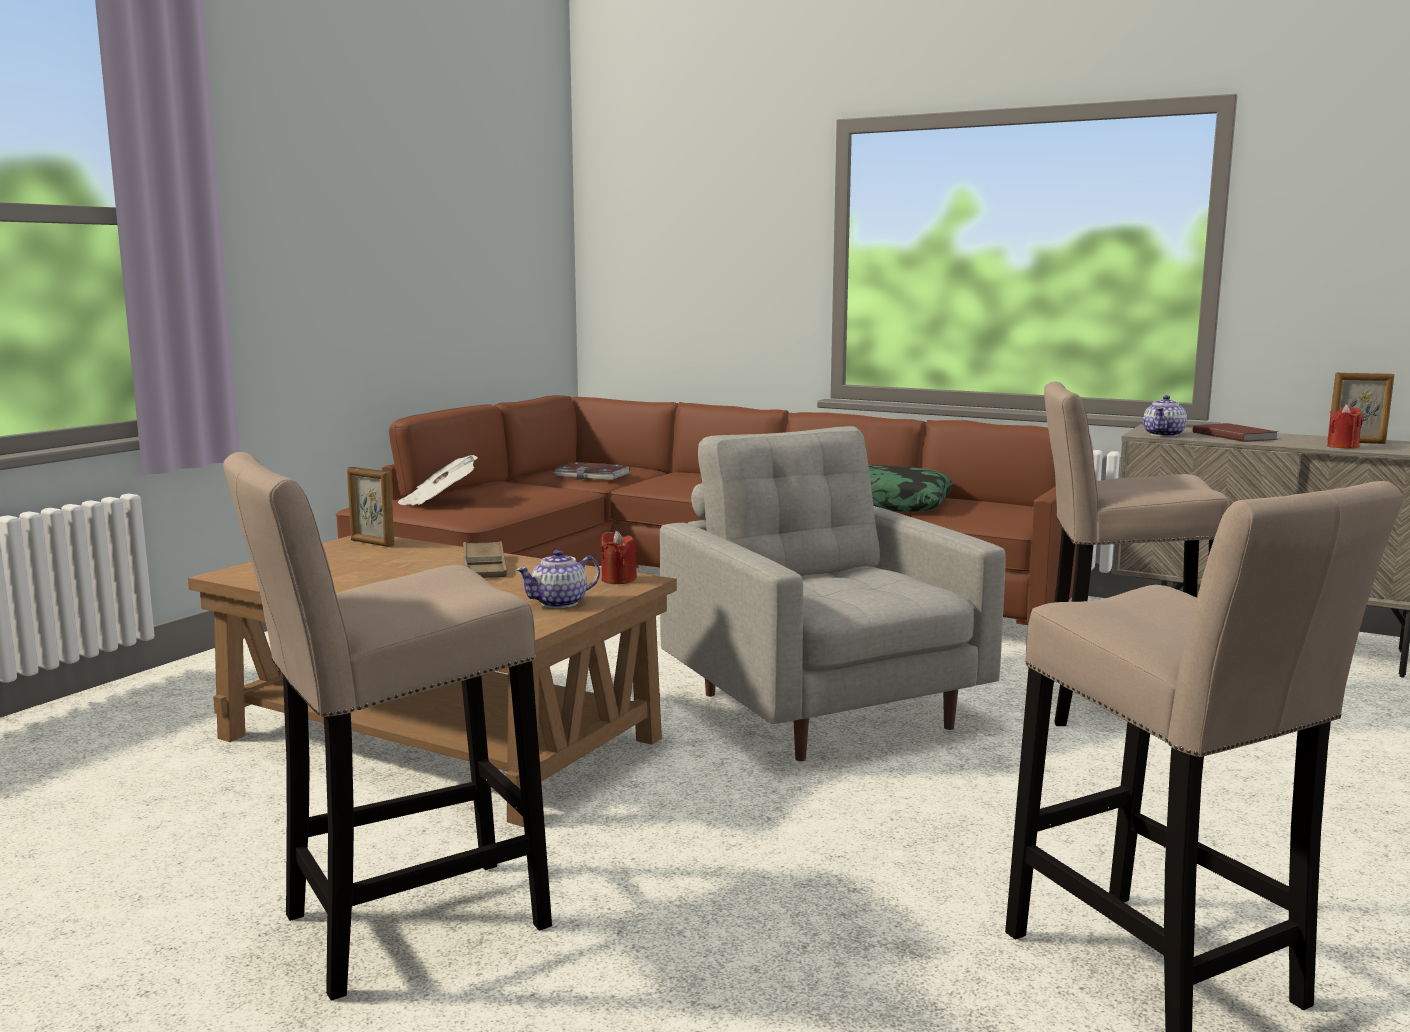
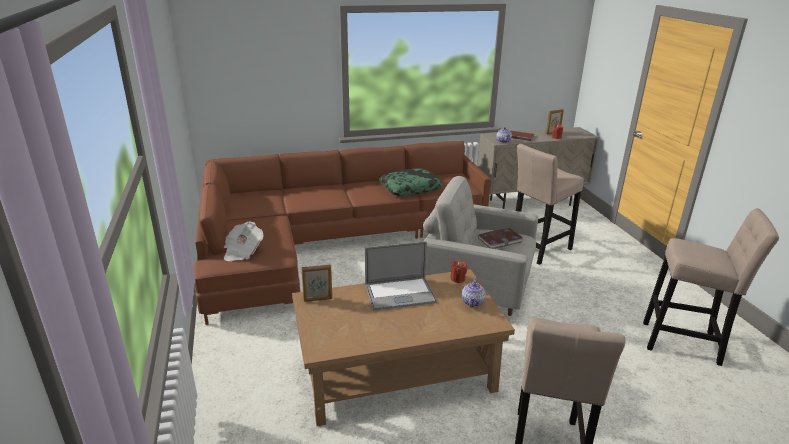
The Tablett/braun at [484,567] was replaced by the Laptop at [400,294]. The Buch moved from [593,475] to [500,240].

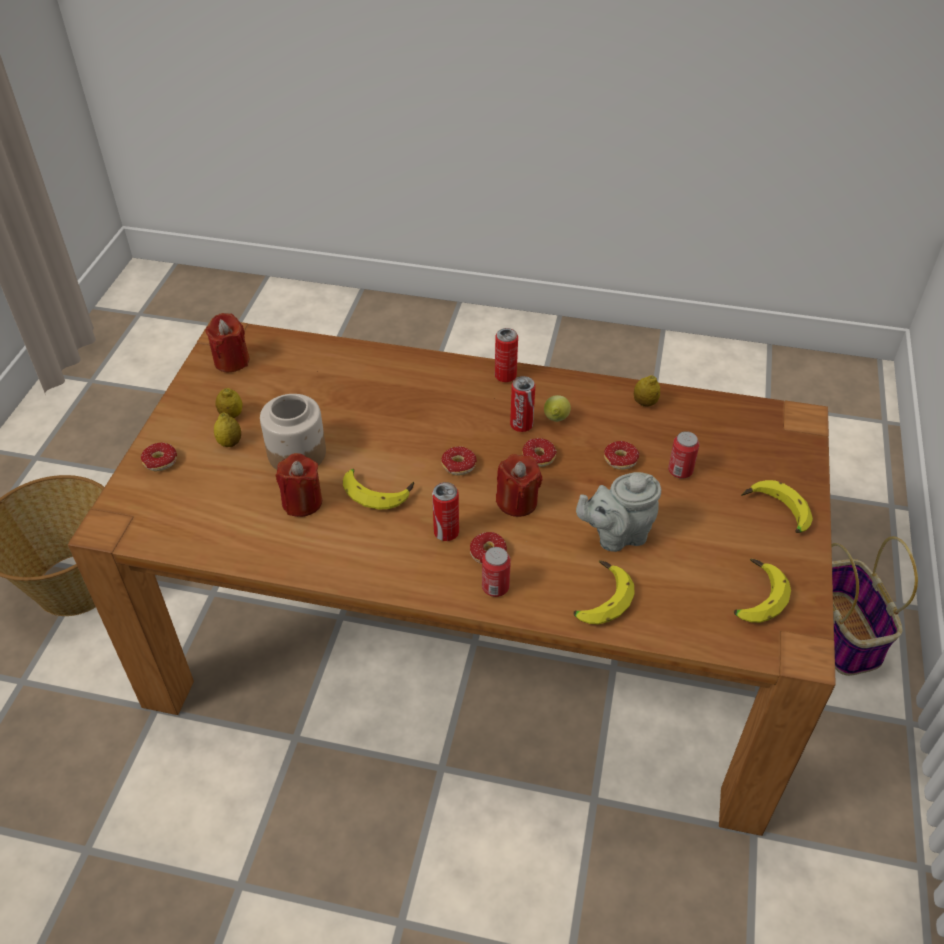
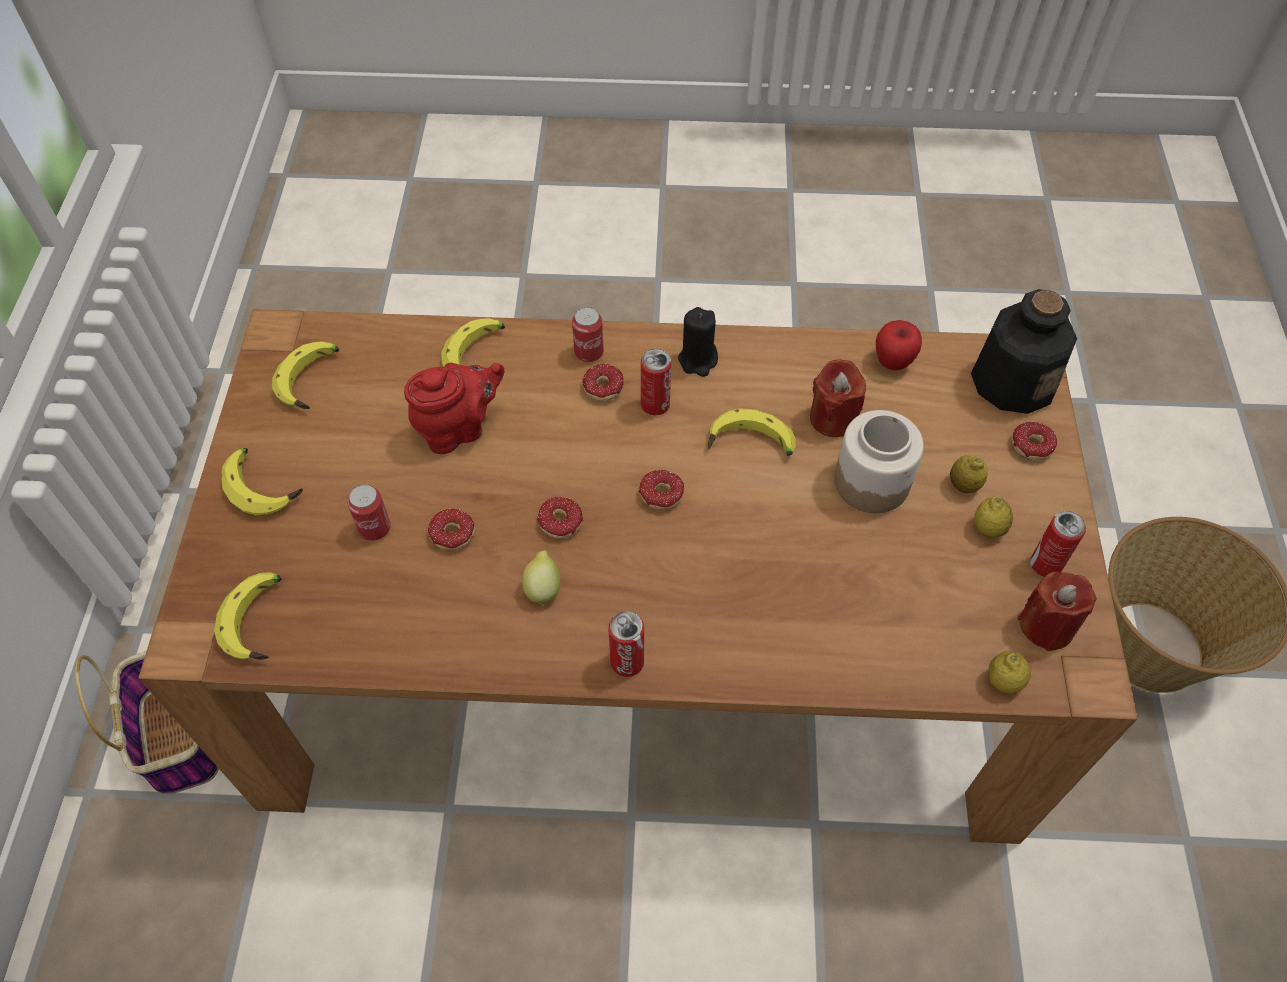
The Kerze/rot at [517,502] disappeared. The Dose moved from [521,425] to [1045,564]. The Teekanne/grau at [616,535] became the Teekanne/rot at [459,429]. The Zitrone moved from [645,403] to [1003,681]. The Banane at [260,621] appeared. The Kerze/schwarz at [698,360] appeared. The Apfel at [893,362] appeared. The Flasche at [1012,381] appeared.

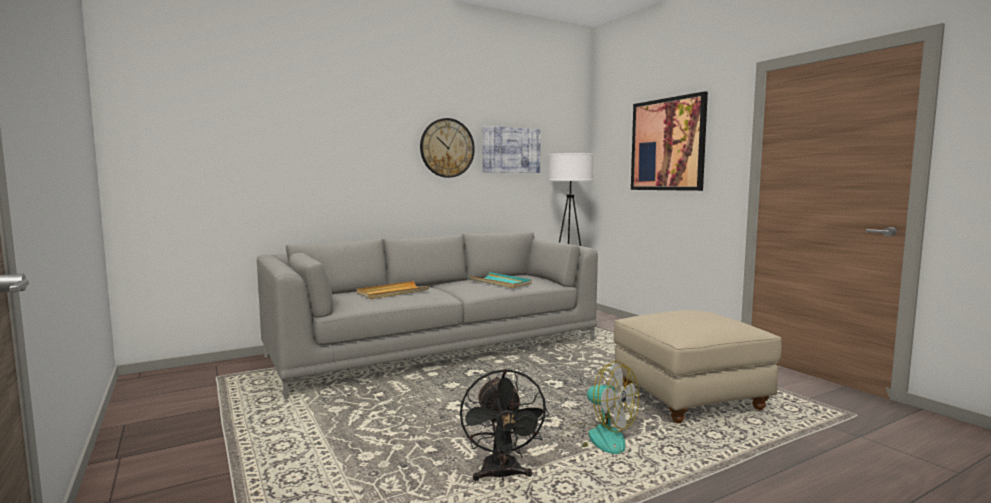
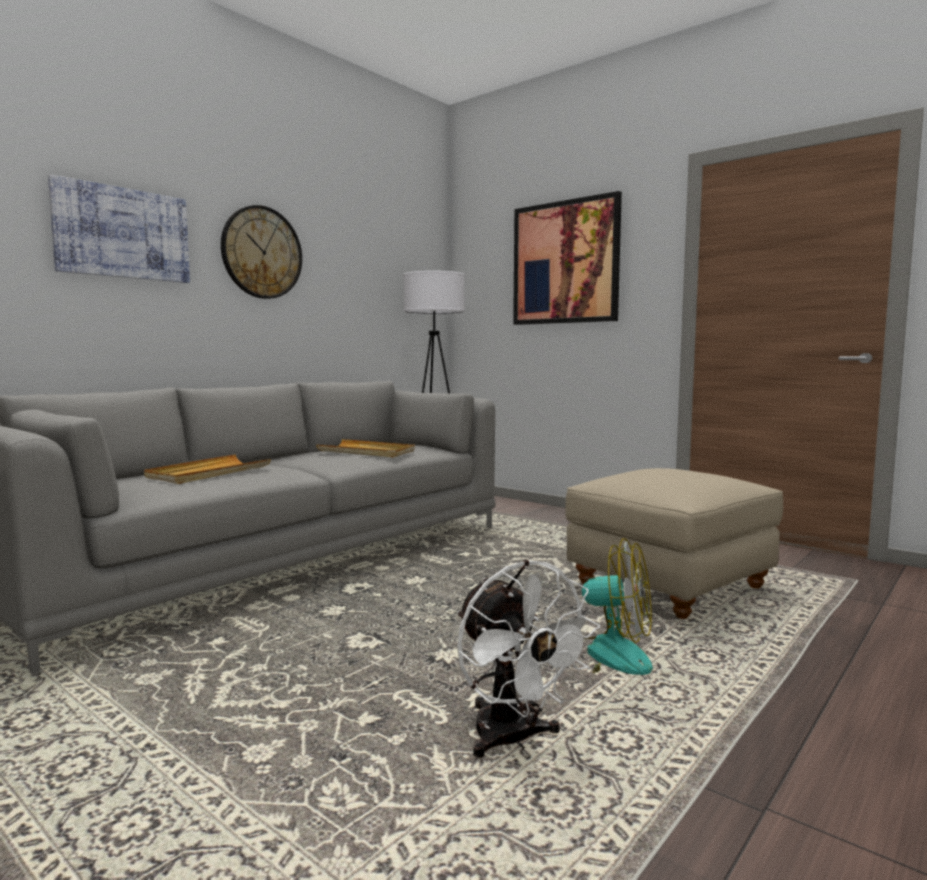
The Ventilator/schwarz at [501,476] became the Ventilator/weiß at [513,740]. The Tablett/türkis at [500,282] became the Tablett/beige at [367,452]. The Bild moved from [511,150] to [123,233].

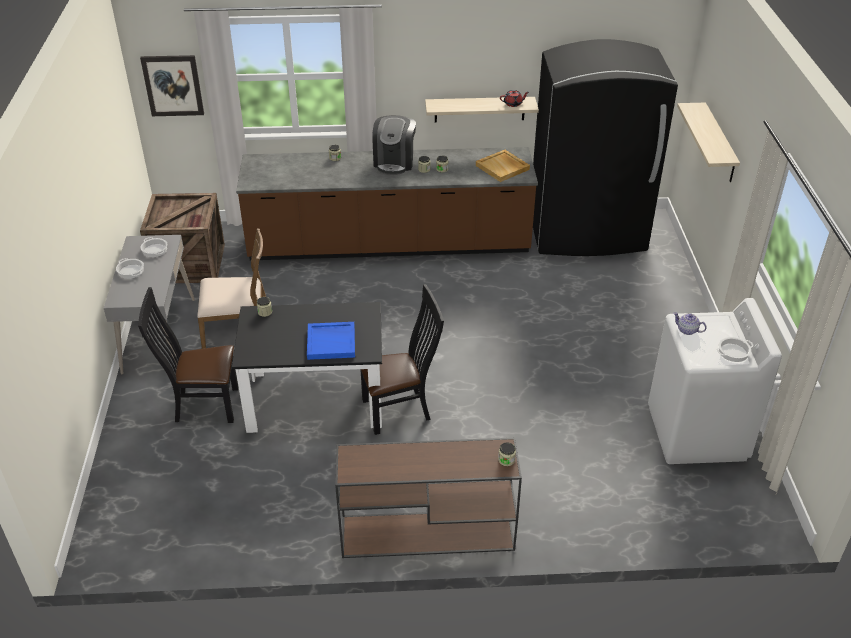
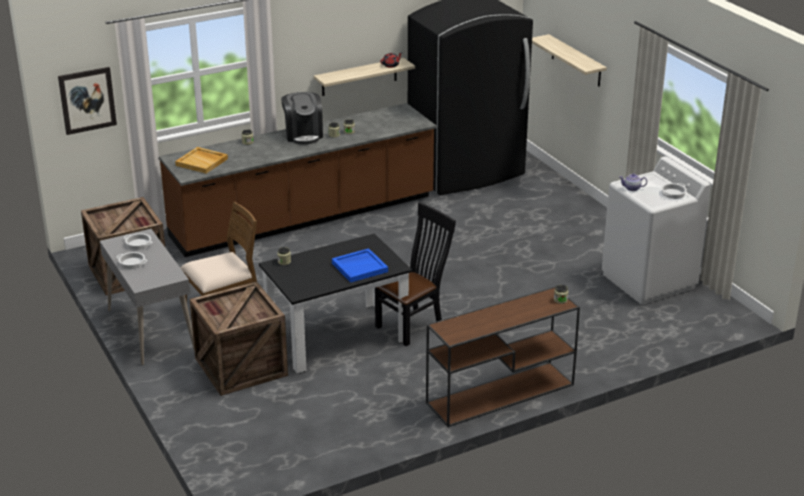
The Stuhl/schwarz at [202,405] was replaced by the Kiste at [239,366]. The Tablett/beige moved from [503,167] to [202,162].

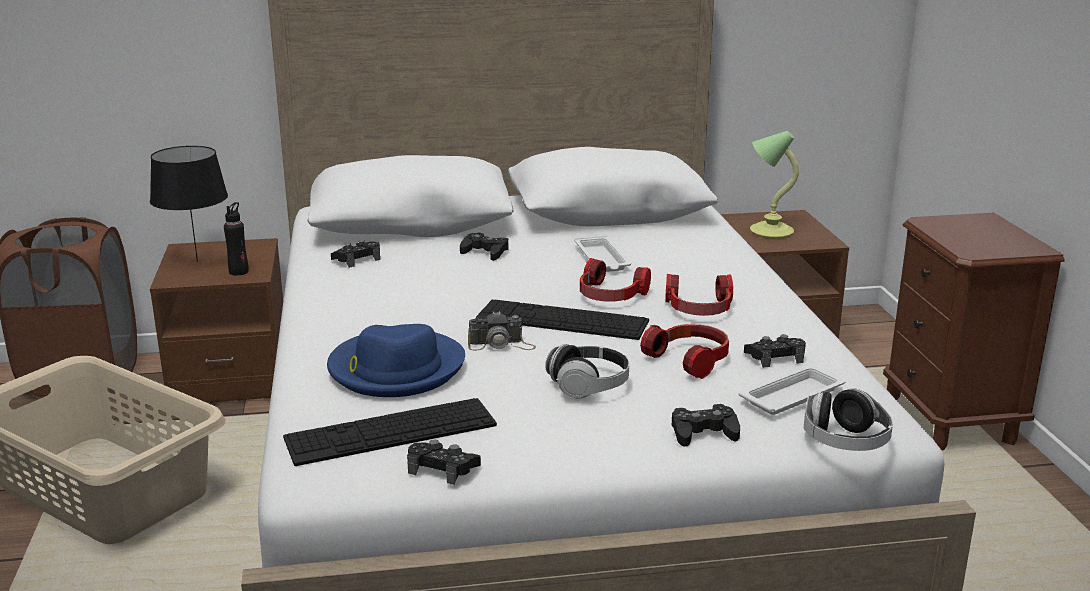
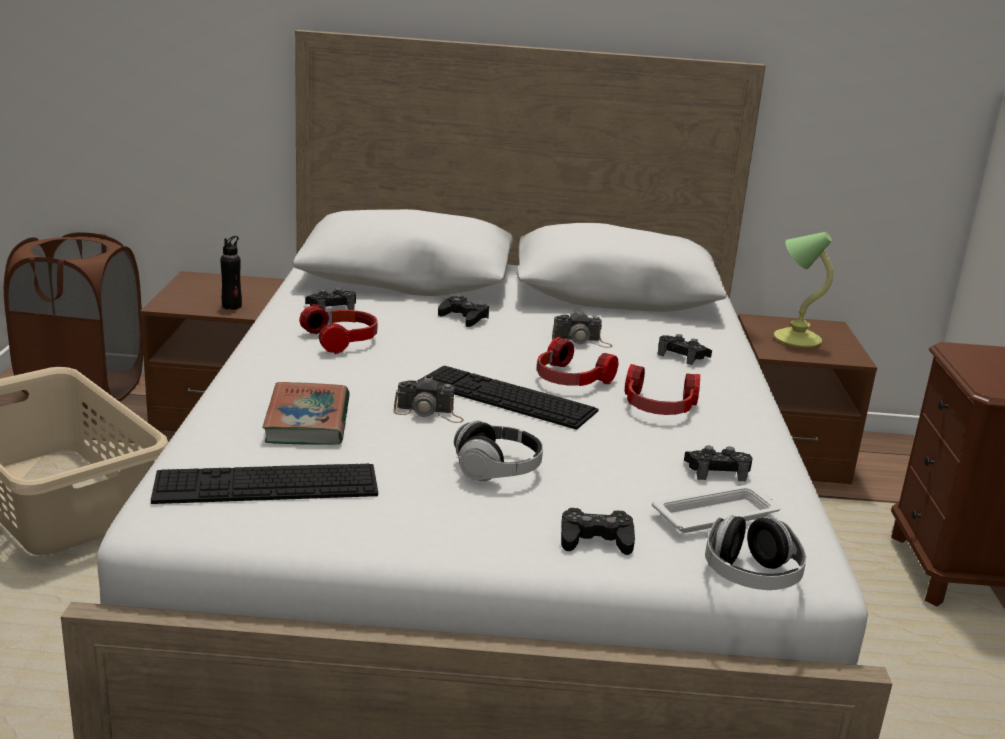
The Tischlampe/schwarz at [198,261] disappeared. The Hut/blau at [395,369] was replaced by the Buch at [308,421]. The Gamepad/schwarz moved from [442,468] to [682,356]. The Tablett/weiß at [602,259] was replaced by the Kamera at [581,341]. The Kopfhörer moved from [690,359] to [342,340].

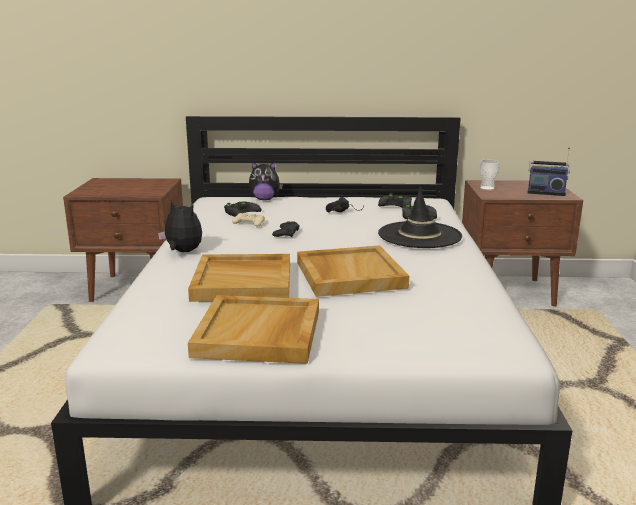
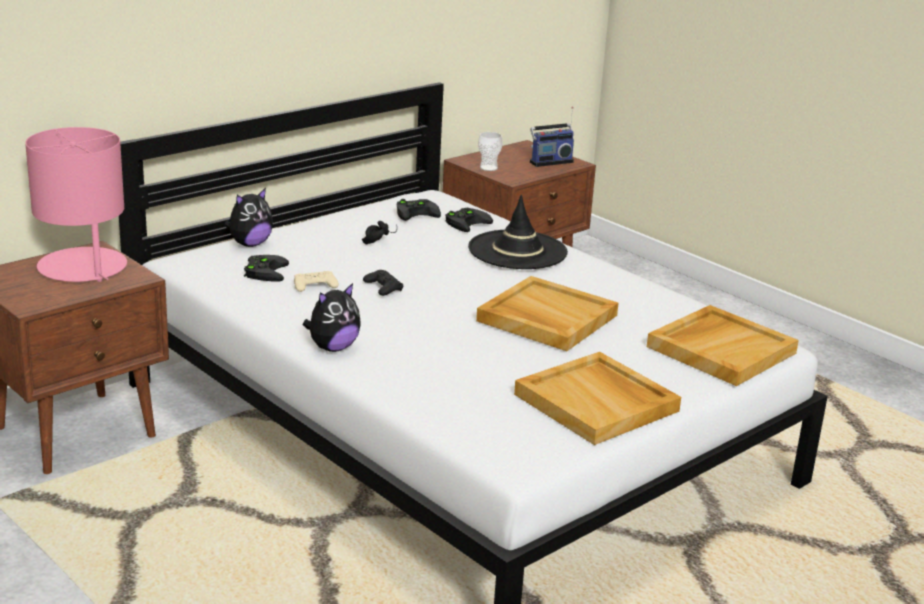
The Plüschtier at [182,252] turned 150 degrees clockwise. The Tablett/beige moved from [244,281] to [721,349]. The Tischlampe/rosa at [83,268] appeared.

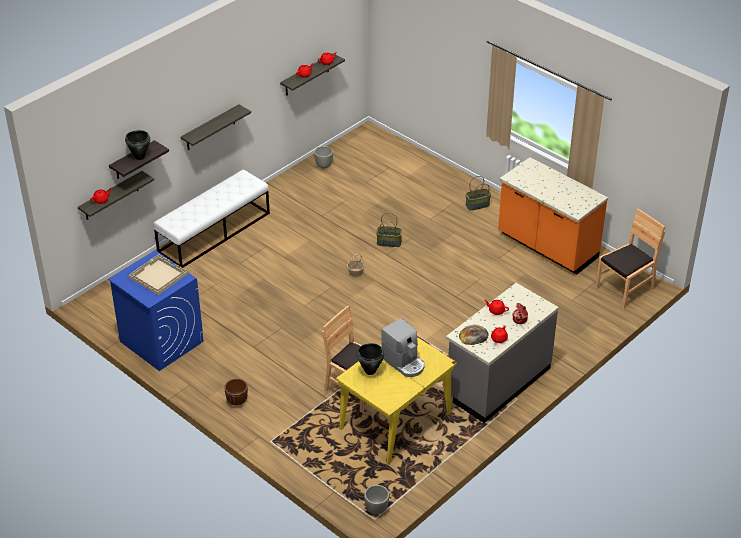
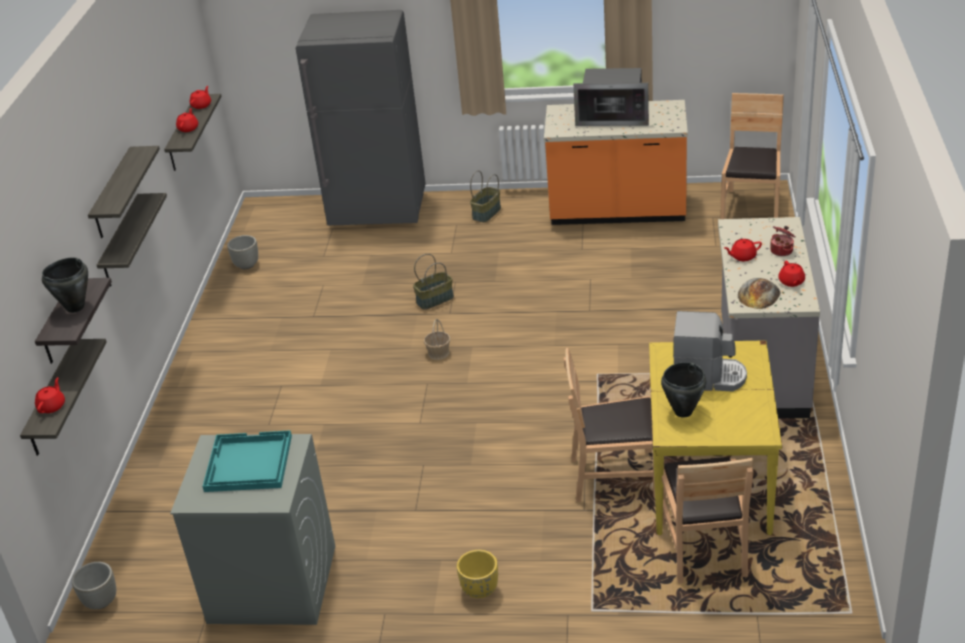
The Waschmaschine/blau at [161,341] became the Waschmaschine/grau at [271,584]. The Tablett/beige at [157,276] became the Tablett/türkis at [247,464]. The Bank/weiß at [214,232] disappeared. The Pflanzkübel/braun at [237,401] became the Pflanzkübel/gelb at [479,591]. The Pflanzkübel/grau moved from [376,509] to [101,601]. The Wandregal at [113,194] appeared. The Kühlschrank/grau at [378,213] appeared. The Mikrowelle at [613,117] appeared. The Stuhl/braun at [704,548] appeared.

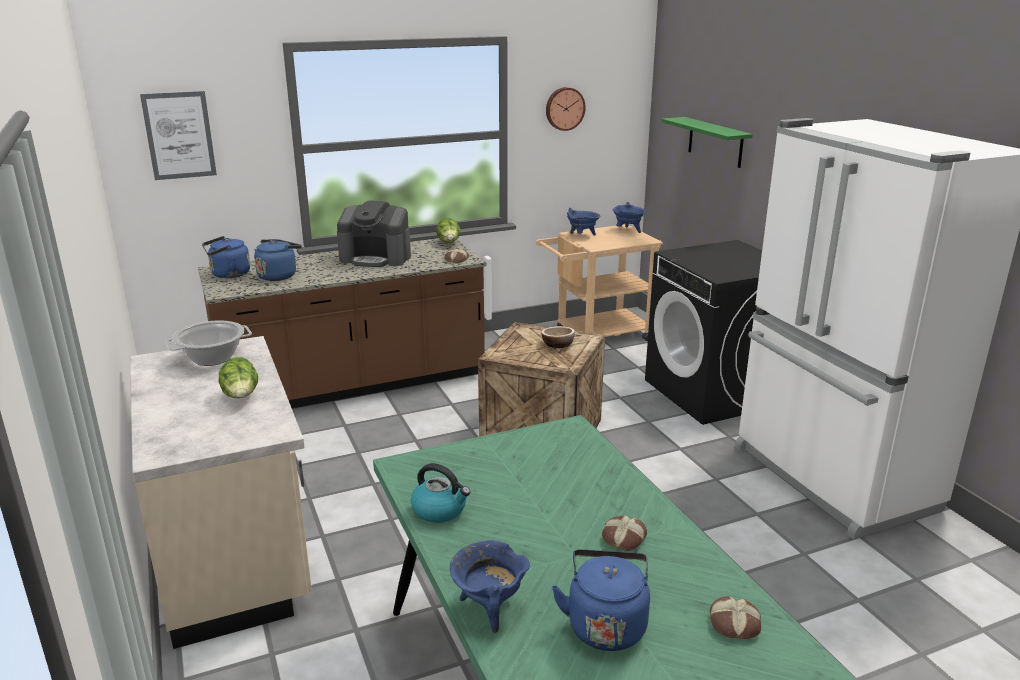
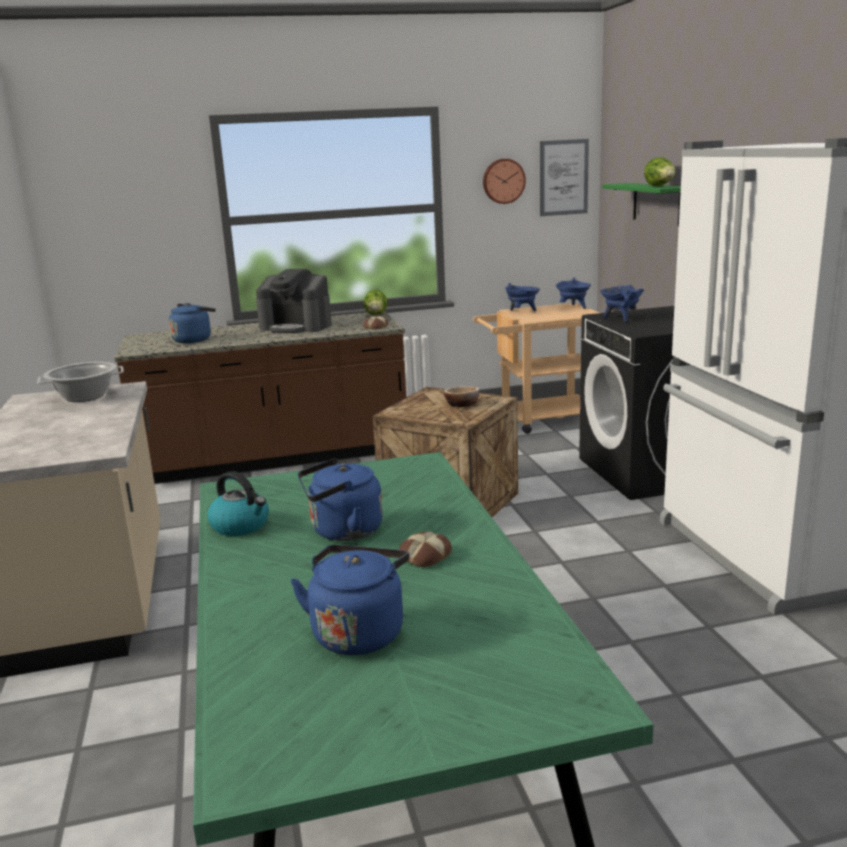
The Bild moved from [179,135] to [563,177]. The Wasserkessel/blau moved from [228,275] to [342,531]. The Salatkopf moved from [241,397] to [660,186]. The Kochtopf/blau moved from [489,608] to [620,318]. The Brot at [734,624] disappeared.

